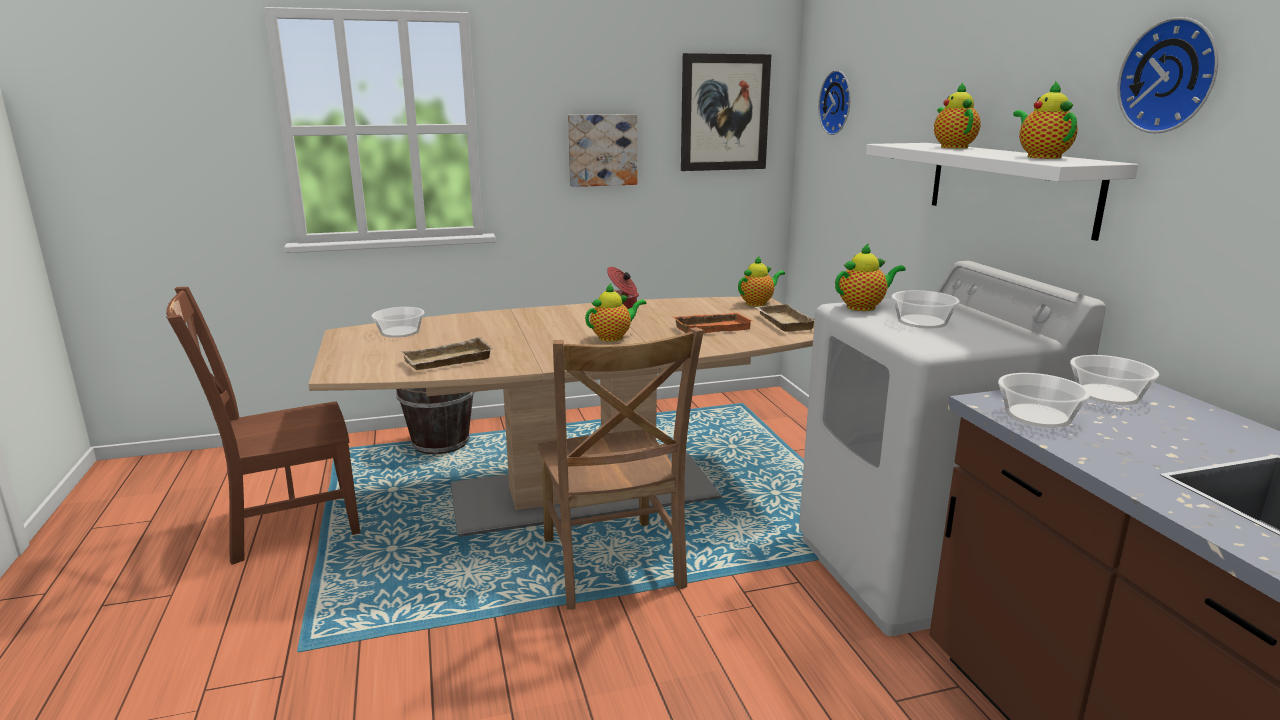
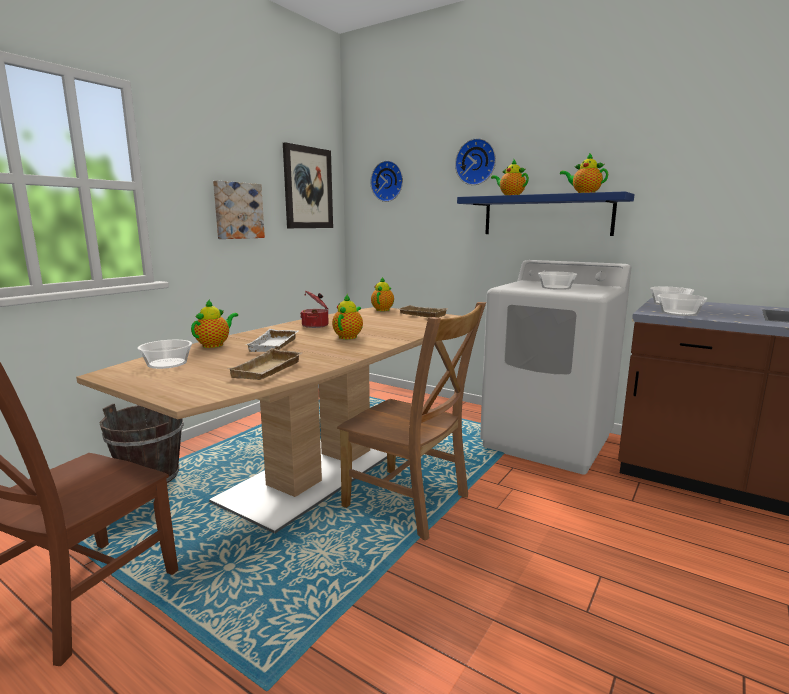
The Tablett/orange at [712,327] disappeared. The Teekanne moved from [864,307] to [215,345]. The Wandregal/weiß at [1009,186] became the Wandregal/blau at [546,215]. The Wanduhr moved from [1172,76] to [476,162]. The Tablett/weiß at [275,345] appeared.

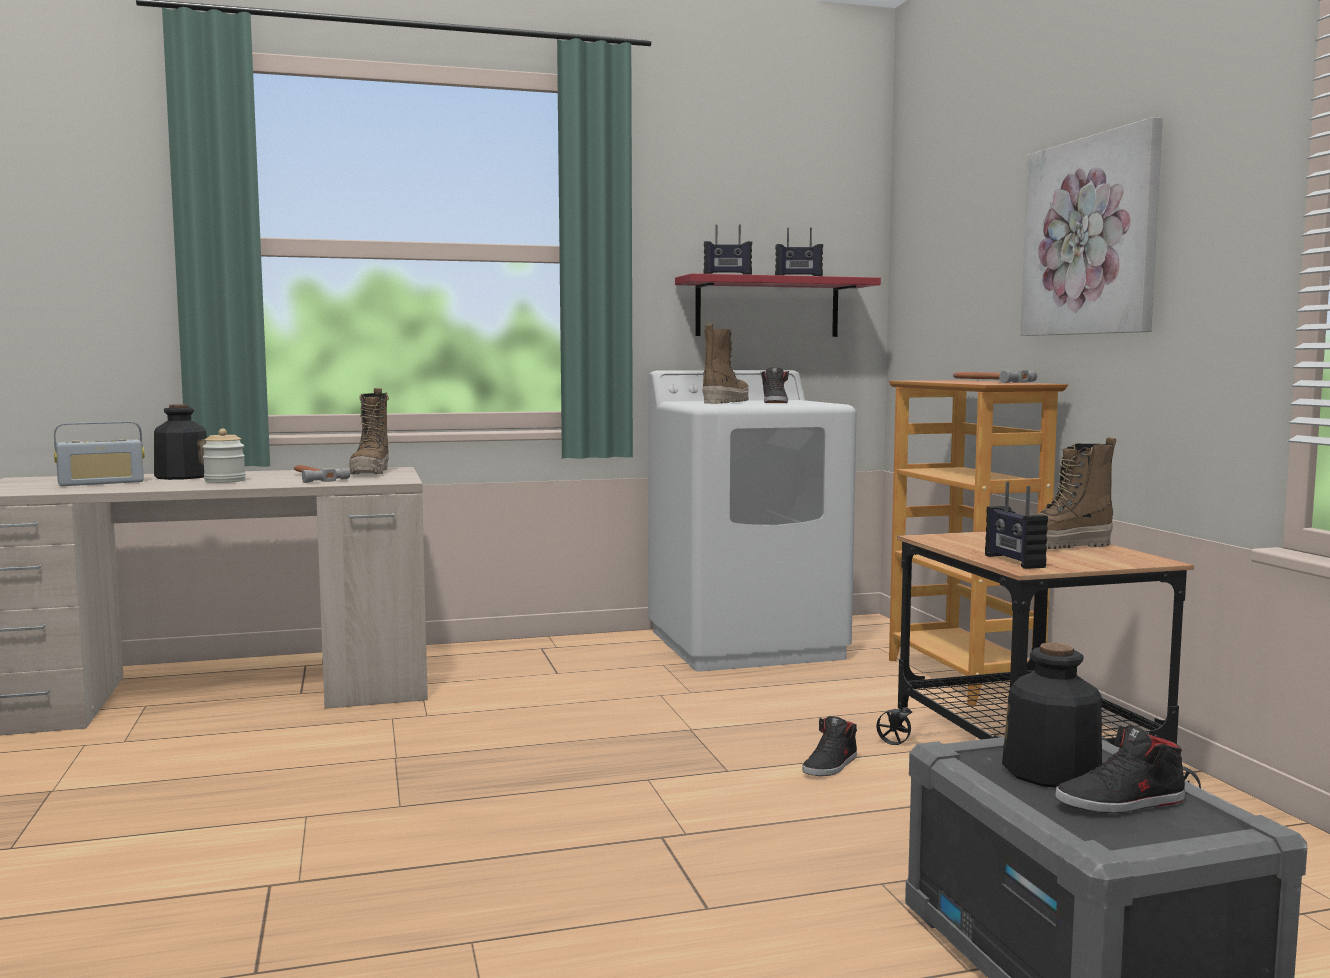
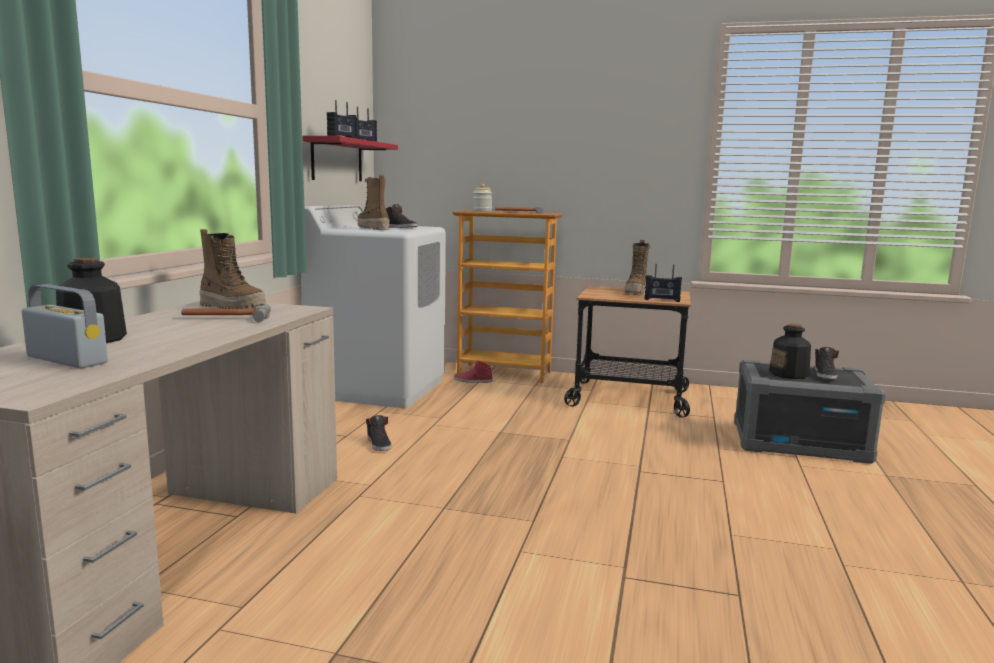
The Radio at [101,483] turned 60 degrees counterclockwise. The Vorratsglas moved from [225,481] to [482,211]. The Schuh/schwarz moved from [831,766] to [379,444]. The Bild at [1091,237] disappeared. The Schuh/rot at [473,380] appeared.

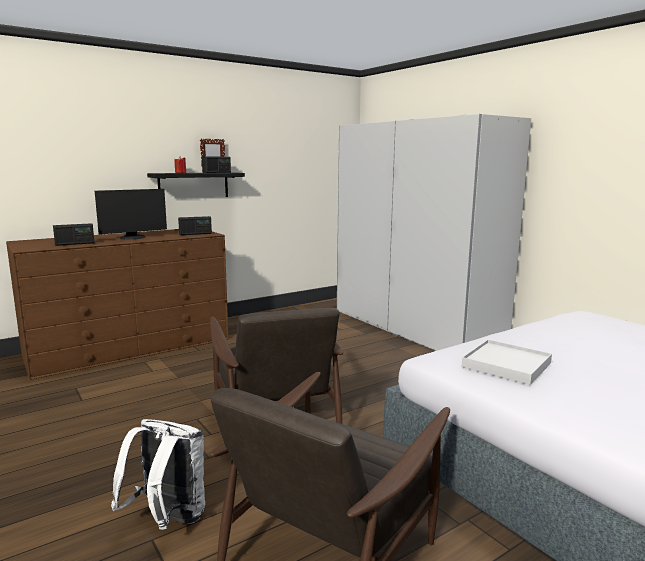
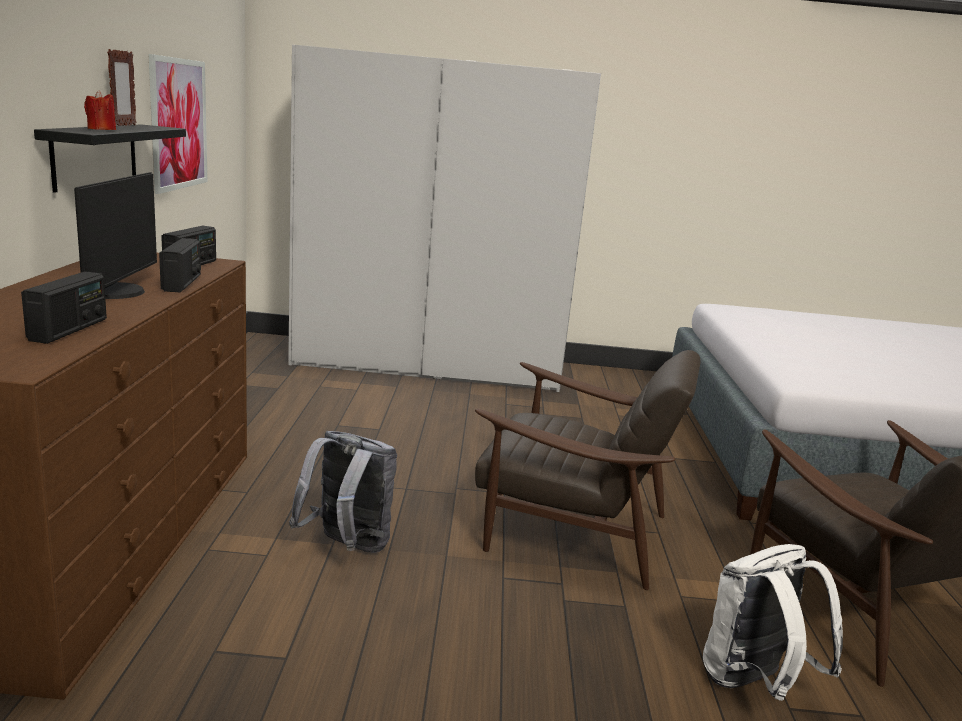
The Radio moved from [217,172] to [182,283]. The Tablett/weiß at [506,365] disappeared. The Bild at [179,124] appeared. The Rucksack/grau at [347,547] appeared.

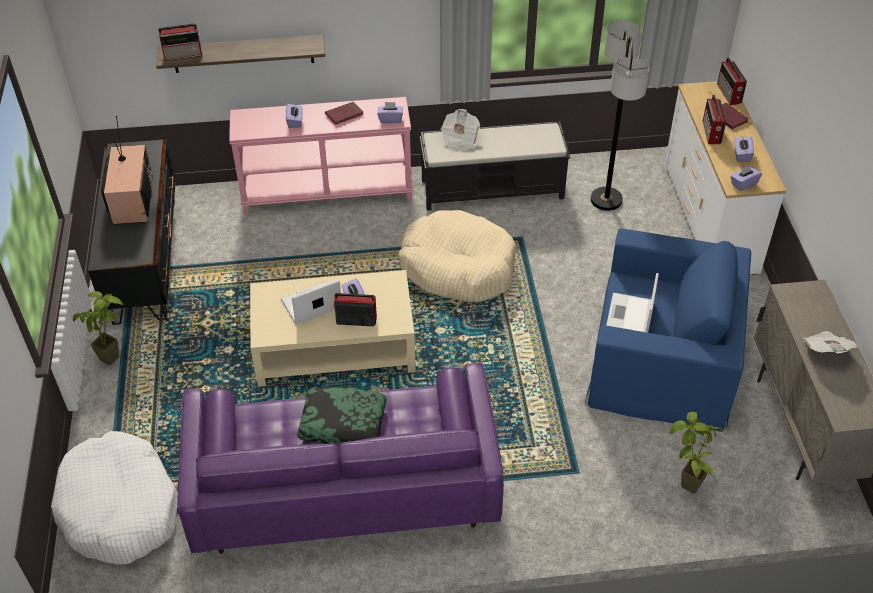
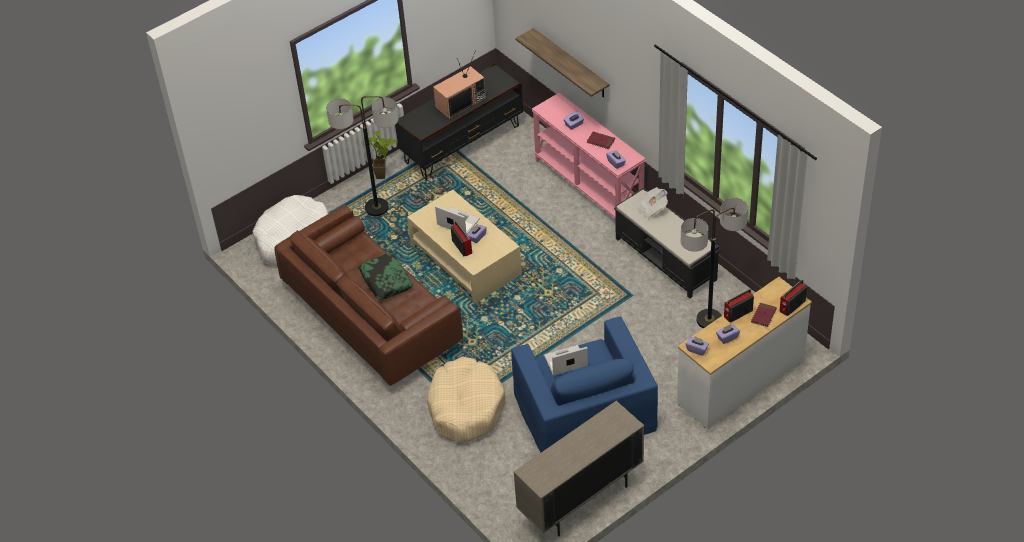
The Radio at [184,55] disappeared. The Sofa/lila at [344,488] became the Sofa/braun at [372,318]. The Hundebett/beige moved from [457,267] to [466,407]. The Topfpflanze at [685,490] disappeared. The Zeitung at [826,351] disappeared. The Stehlampe at [376,208] appeared.

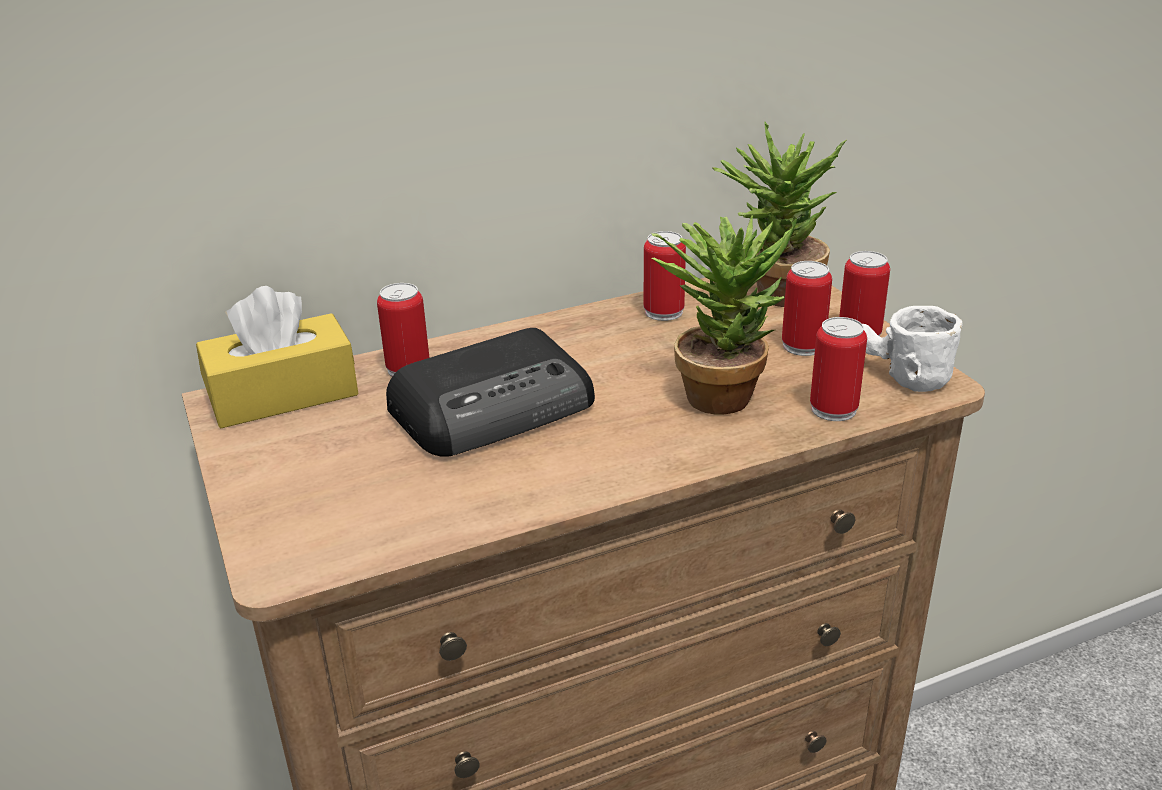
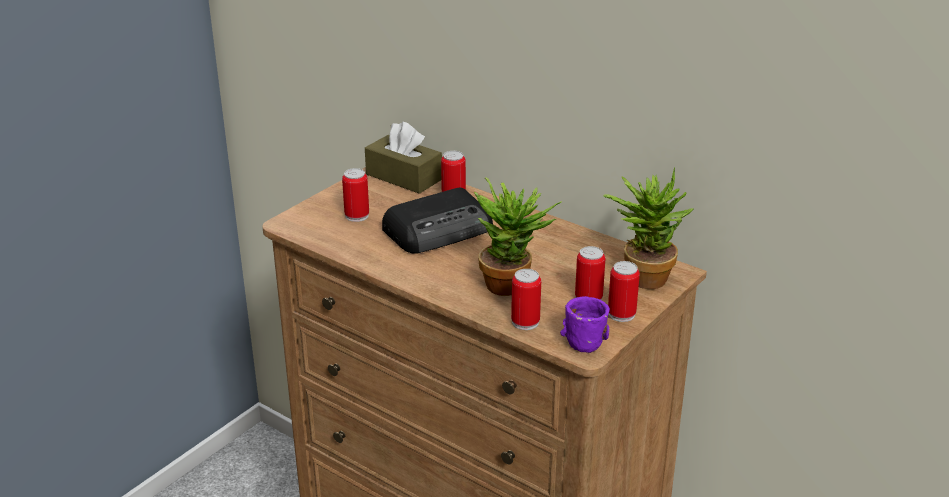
The Taschentuchbox/gelb at [283,395] became the Taschentuchbox/braun at [404,177]. The Radio at [497,407] turned 60 degrees counterclockwise. The Dose moved from [663,312] to [357,216]. The Henkelbecher/weiß at [898,376] became the Henkelbecher/lila at [583,336].

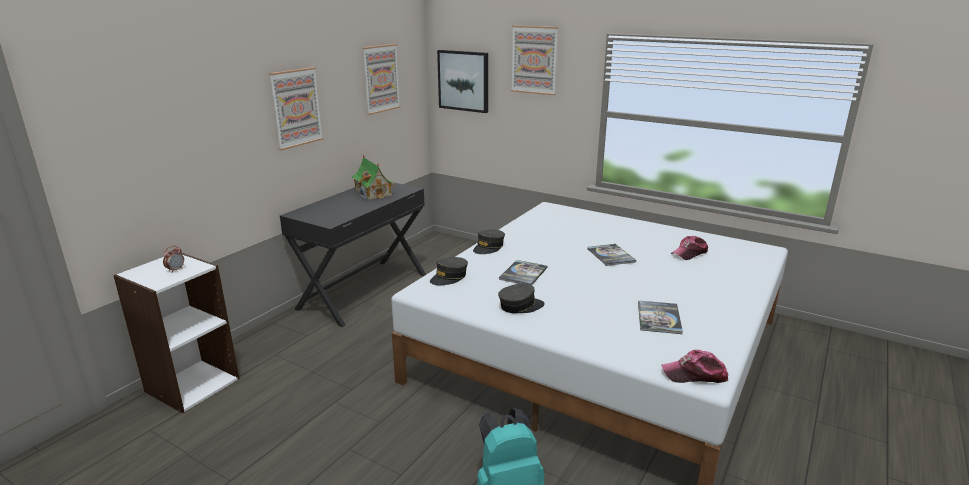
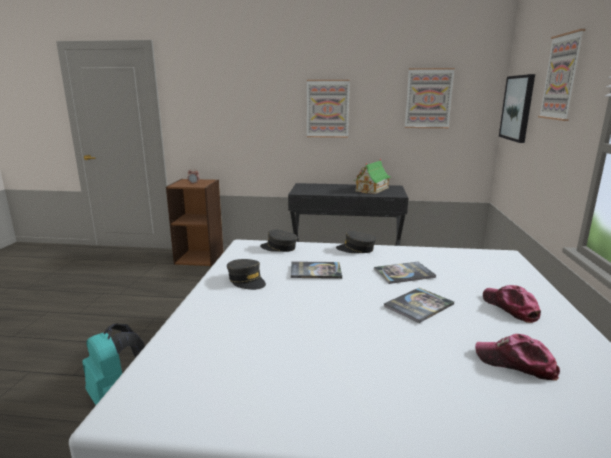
The Bücherregal/weiß at [192,384] became the Bücherregal/braun at [199,258]. The Buch moved from [659,318] to [404,273]. The Kappe moved from [694,375] to [510,307].

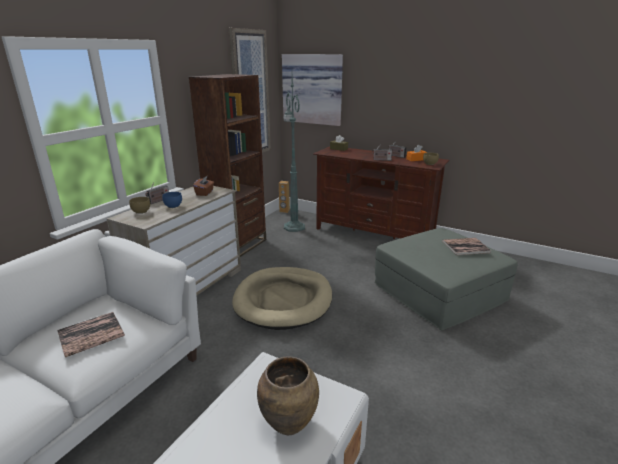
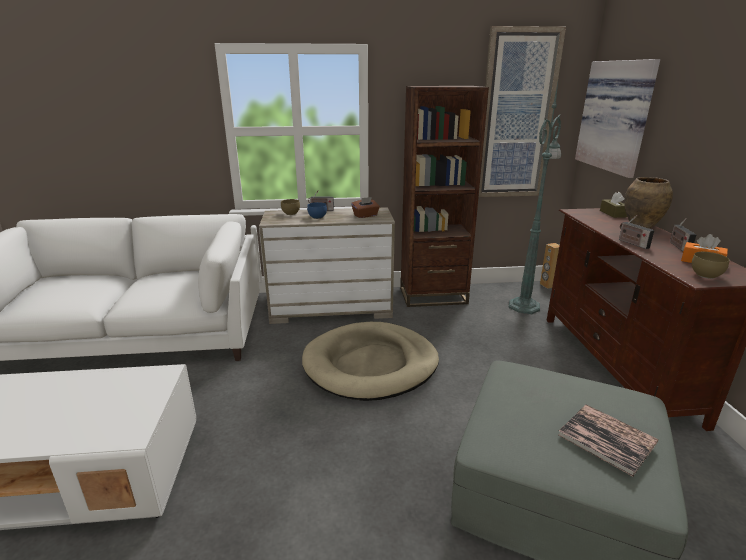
The Buch at [91,334] disappeared. The Vase/braun moved from [289,423] to [641,225].

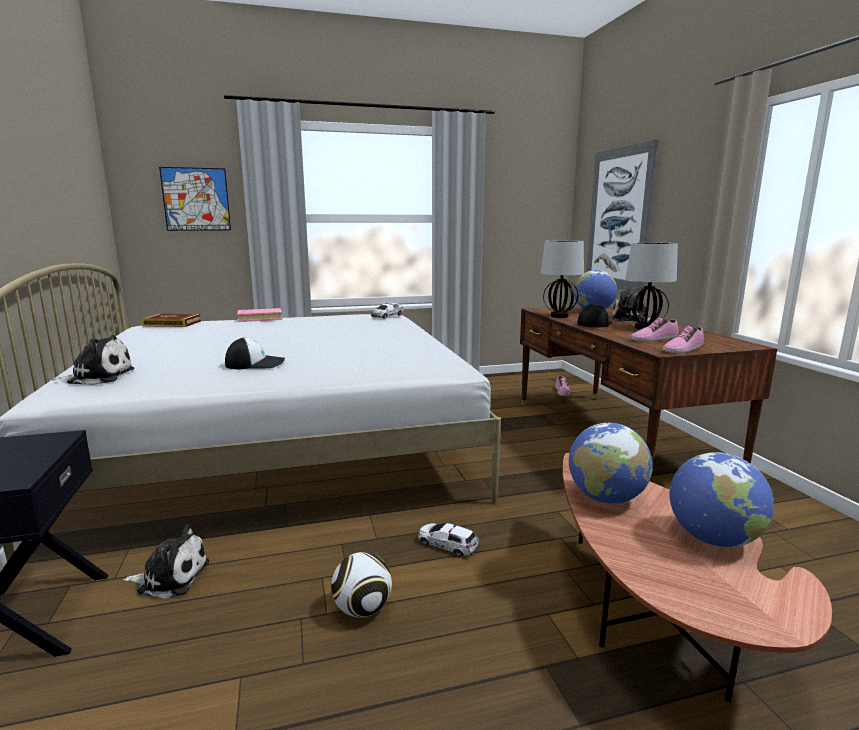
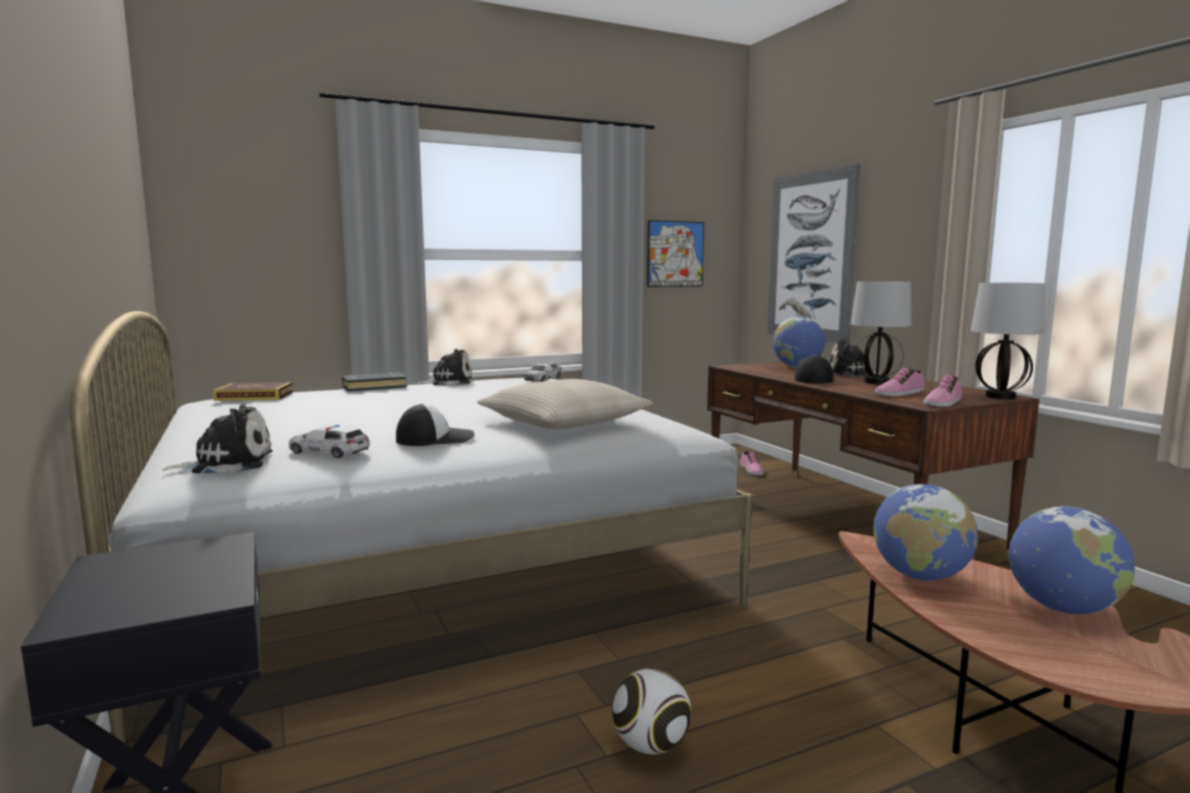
The Plüschtier moved from [170,577] to [449,382]. The Bild moved from [196,199] to [675,254]. The Buch/rosa at [260,318] became the Buch/schwarz at [374,387]. The Spielzeugauto moved from [447,544] to [328,452]. The Tischlampe moved from [558,316] to [999,396]. The Kissen/beige at [563,422] appeared.

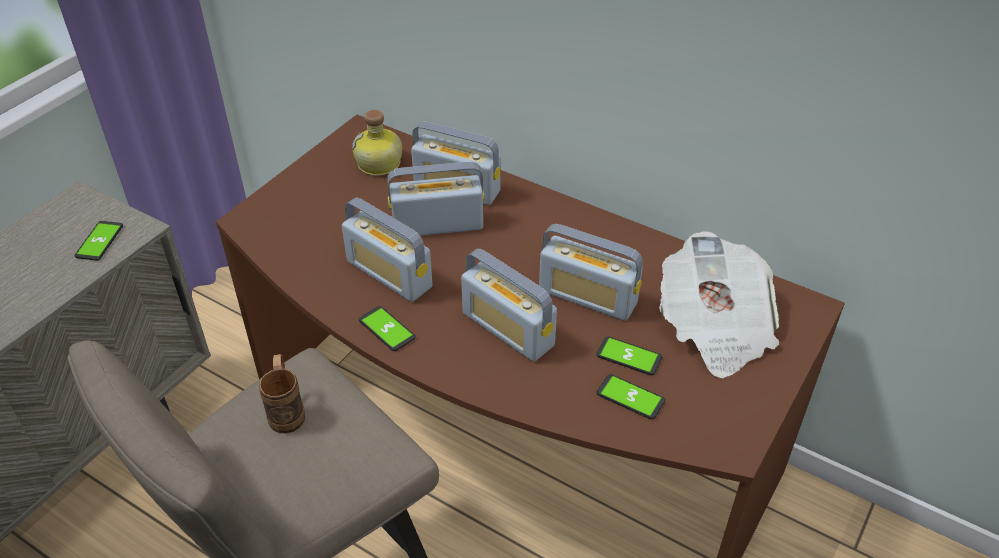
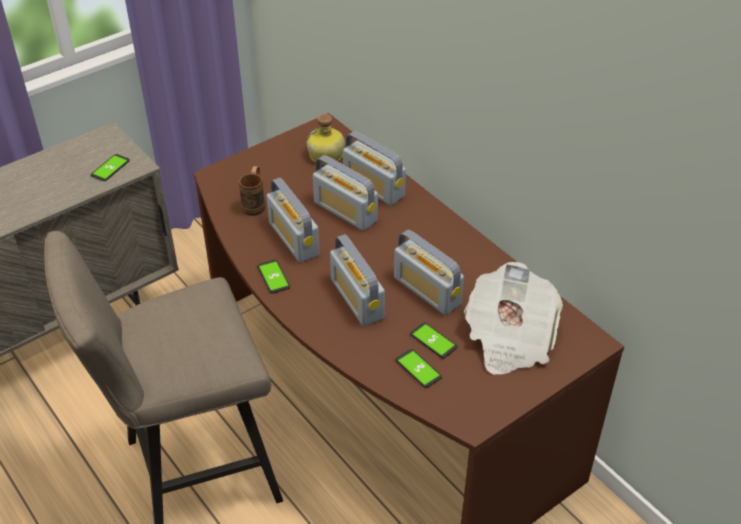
The Henkelbecher/braun moved from [287,411] to [255,204]. The Radio at [437,225] turned 150 degrees counterclockwise.

